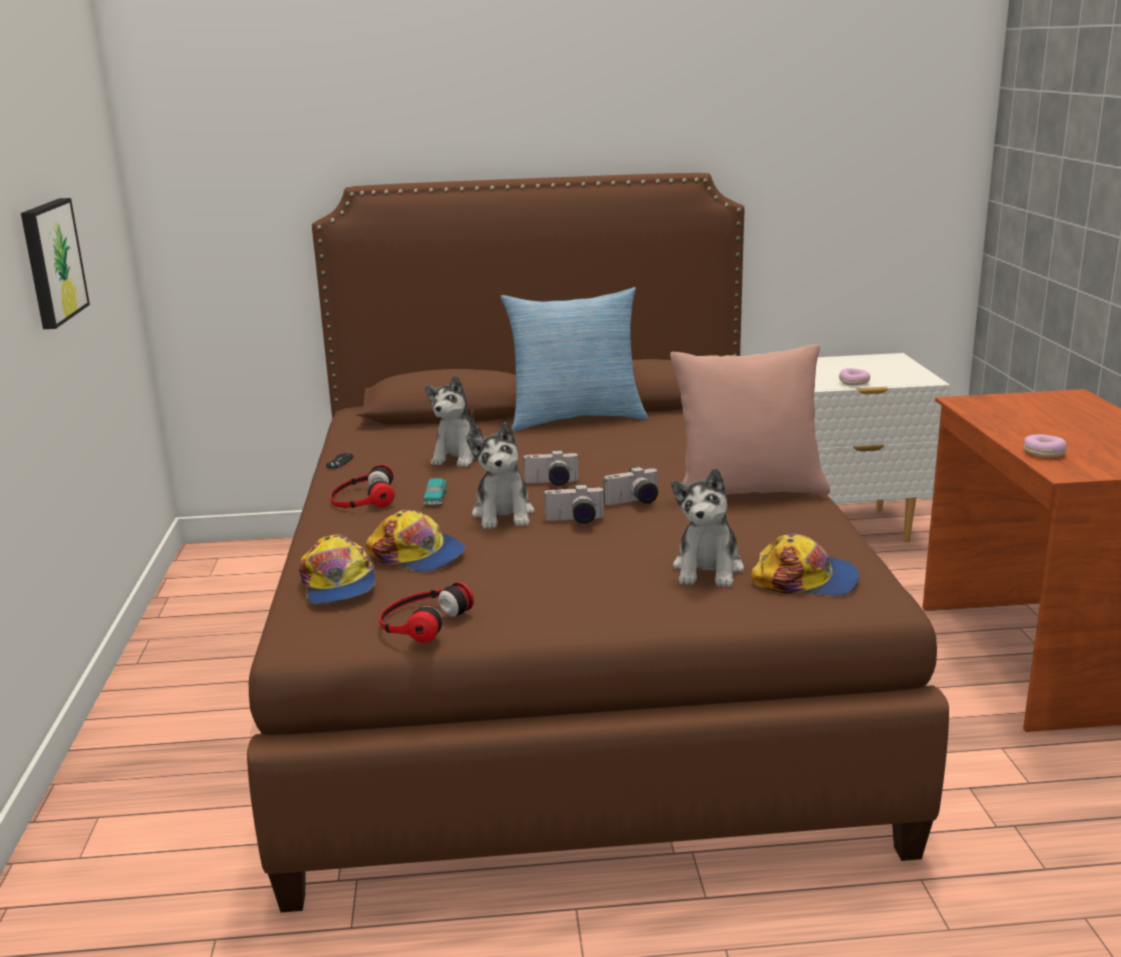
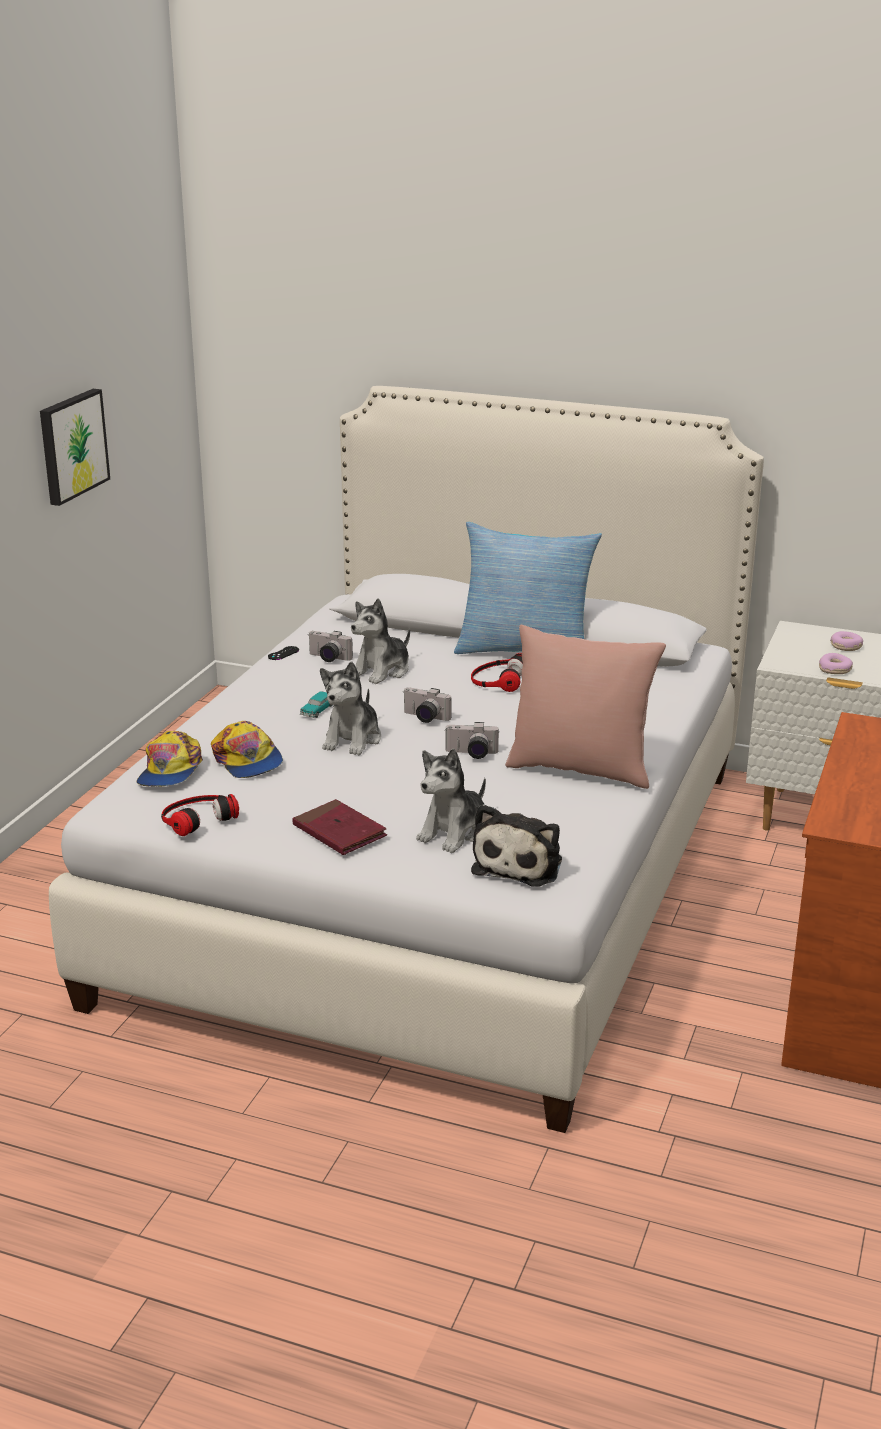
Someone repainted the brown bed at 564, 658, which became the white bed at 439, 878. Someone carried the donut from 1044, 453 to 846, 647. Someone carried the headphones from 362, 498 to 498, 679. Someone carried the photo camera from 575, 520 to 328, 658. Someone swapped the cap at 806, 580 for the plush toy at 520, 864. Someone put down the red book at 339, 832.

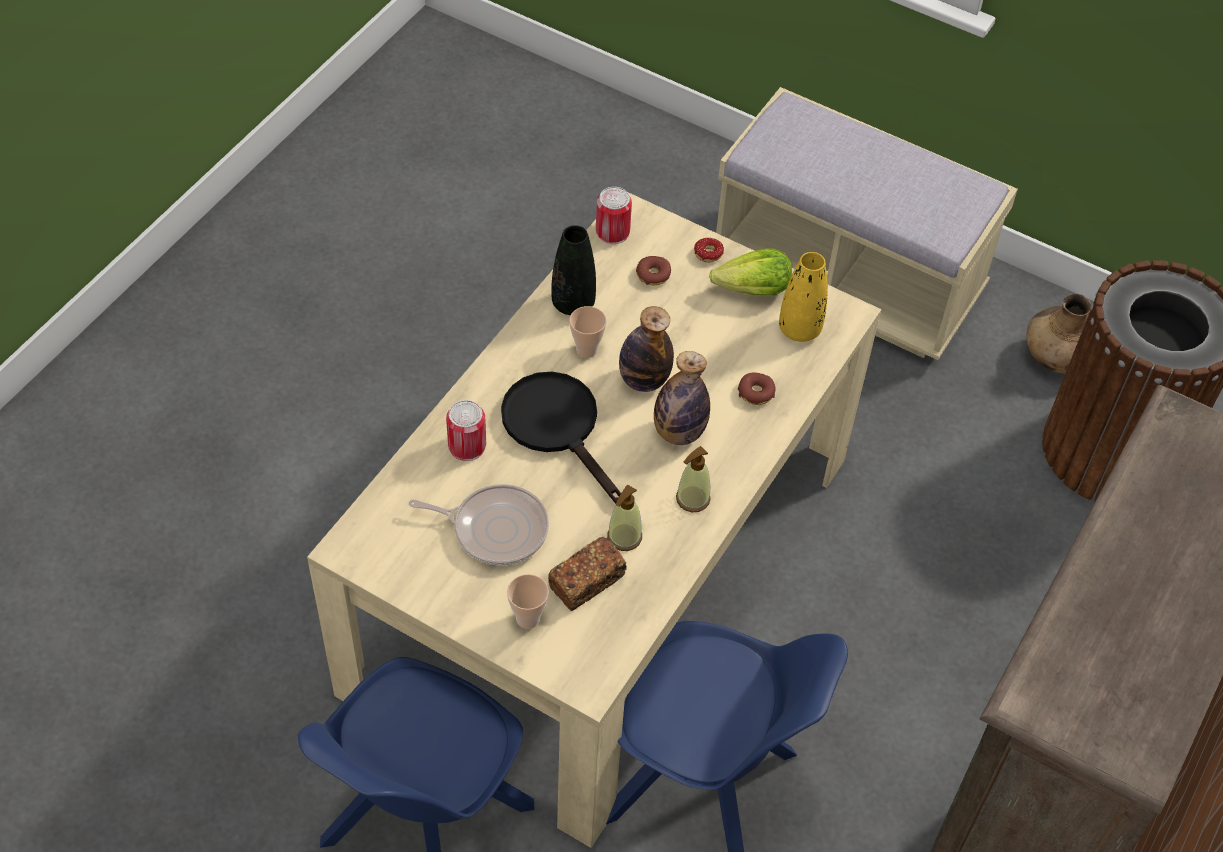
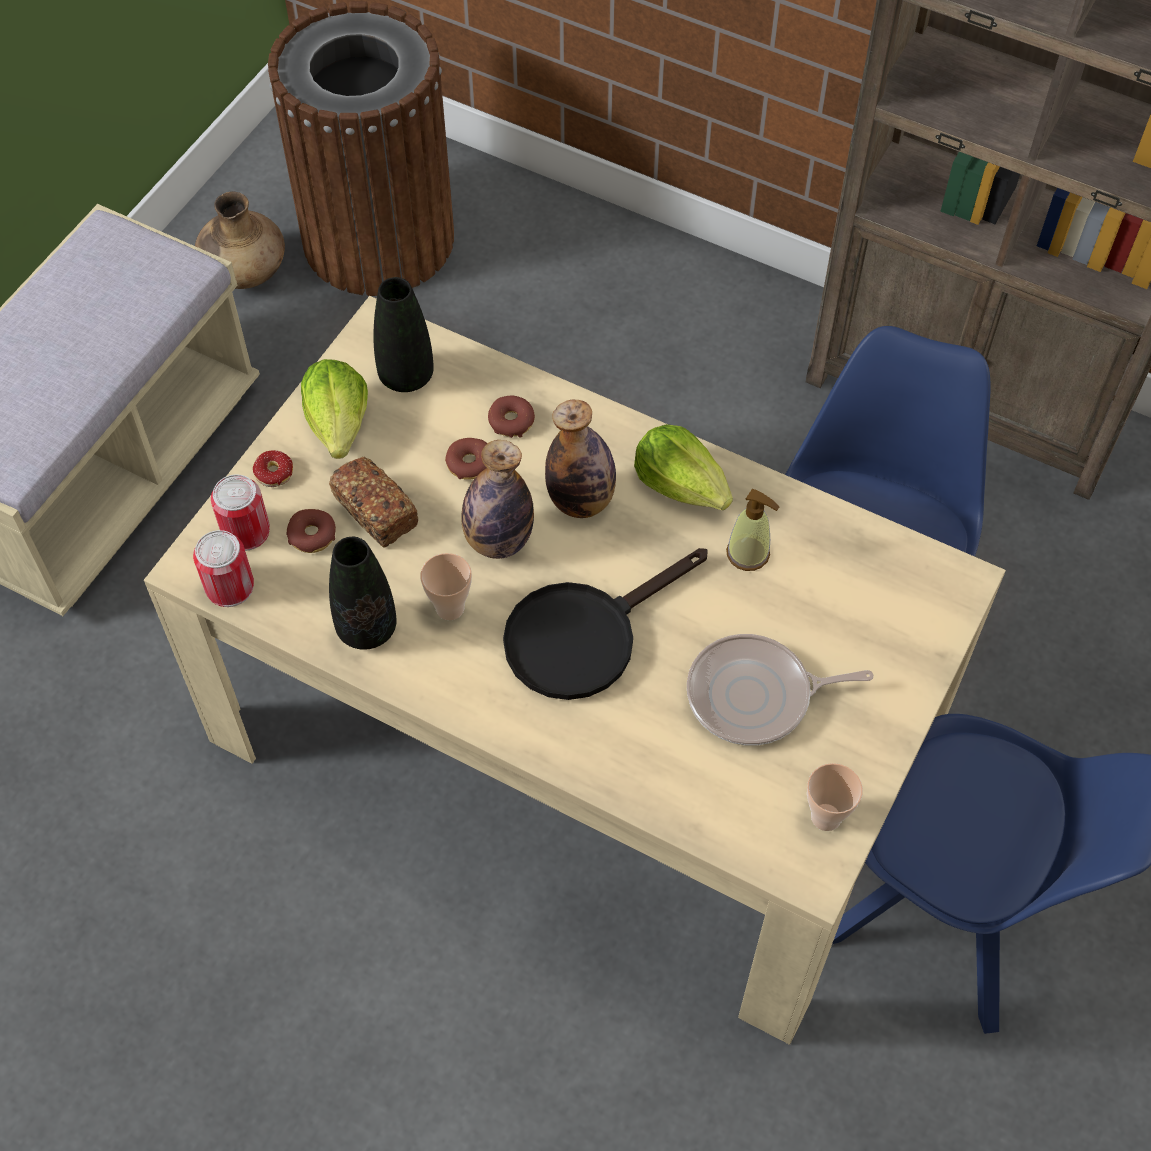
Someone repainted the yellow vase at 799, 329, which became the black vase at 406, 376. Someone carried the can from 467, 446 to 246, 531. Someone swapped the soap dispenser at 692, 499 for the lettuce at 681, 484. Someone rotated the frying pan at 495, 528 by 105 degrees counterclockwise. Someone carried the bread from 587, 582 to 376, 512. Someone carried the cup from 528, 619 to 826, 817. Someone put down the donut at 469, 463.

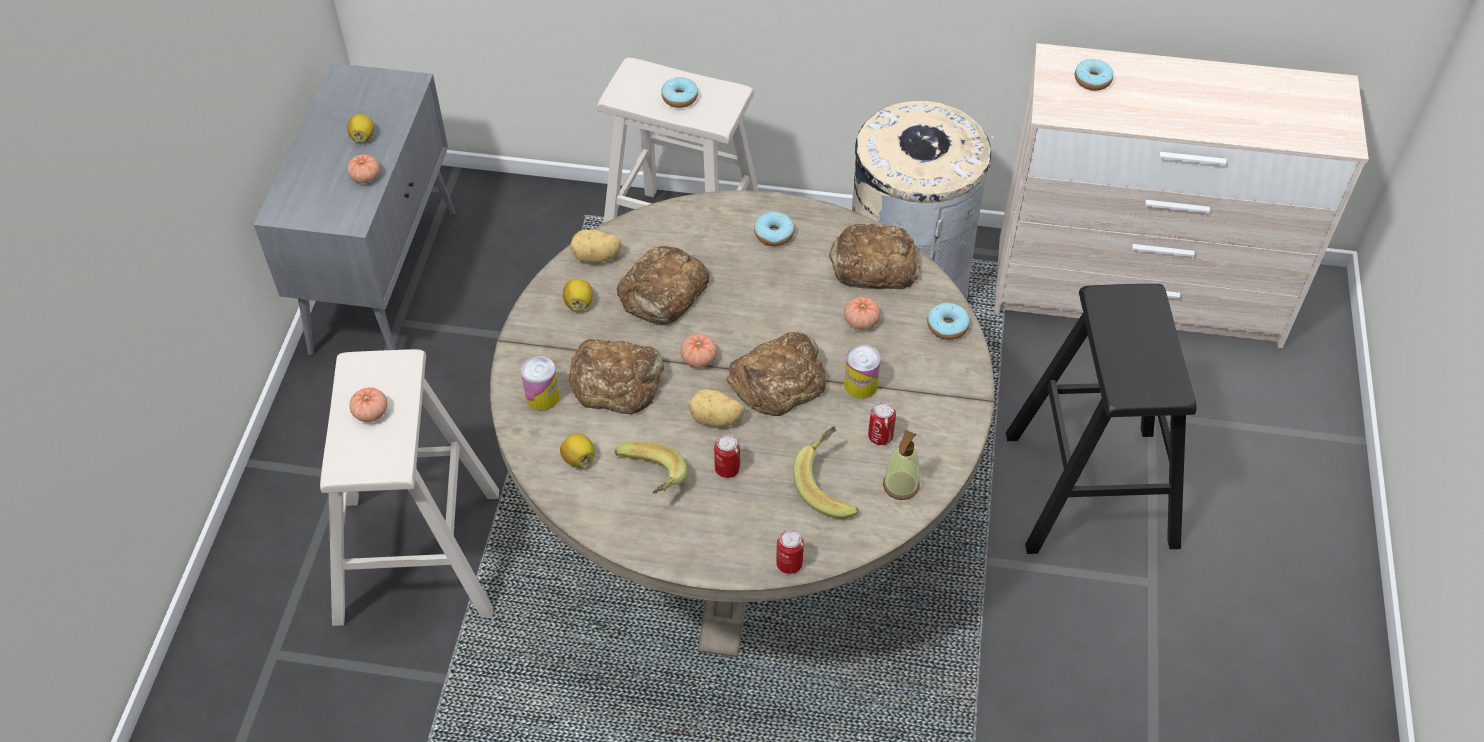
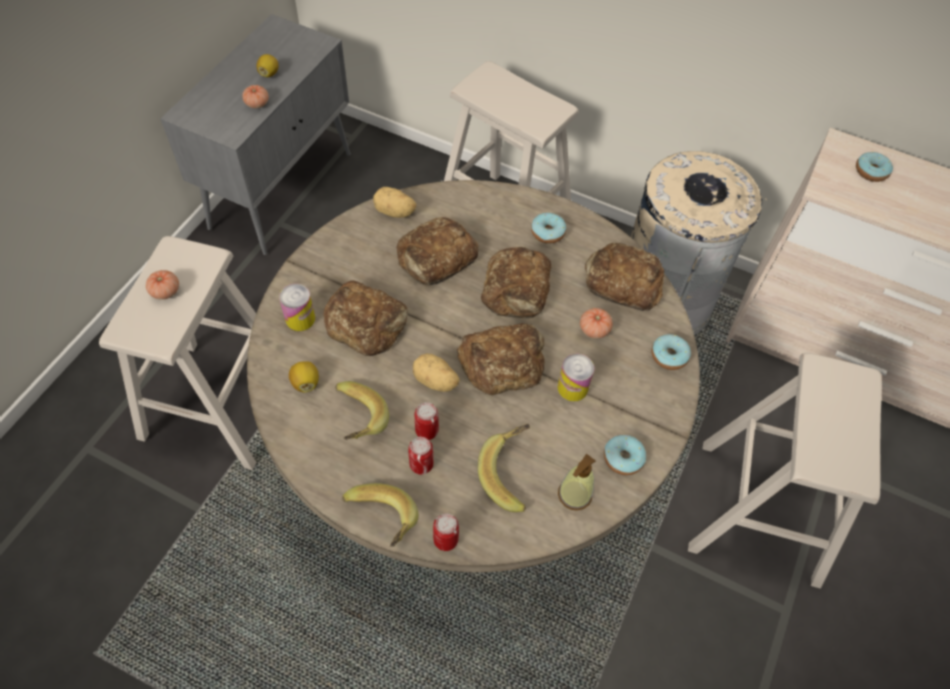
Someone carried the donut from 679, 98 to 623, 458. Someone took away the lemon at 579, 303. Someone repainted the black stool at 1090, 490, which became the beige stool at 759, 512. Someone took away the tomato at 699, 359. Someone carried the can from 880, 436 to 421, 464. Someone put down the bread at 517, 289. Someone put down the banana at 380, 523.

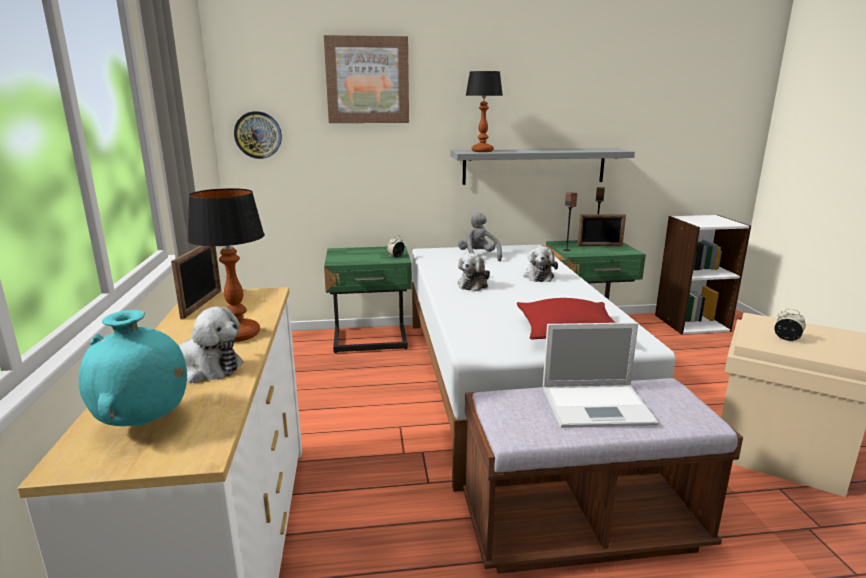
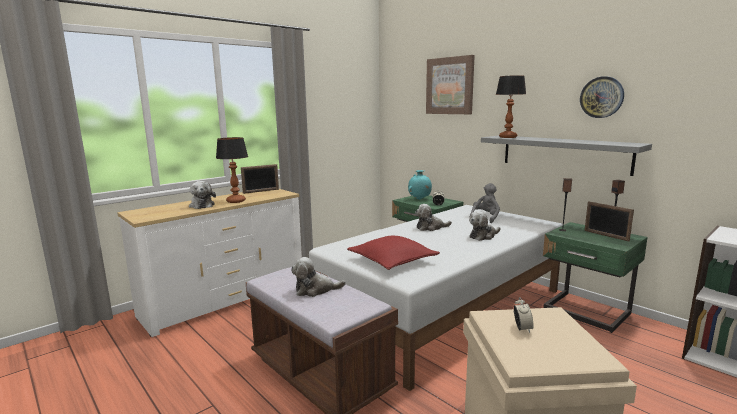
Someone carried the wall clock from 258, 135 to 601, 97. Someone carried the turquoise vase from 144, 424 to 419, 199. Someone swapped the laptop at 598, 406 for the plush toy at 315, 290.

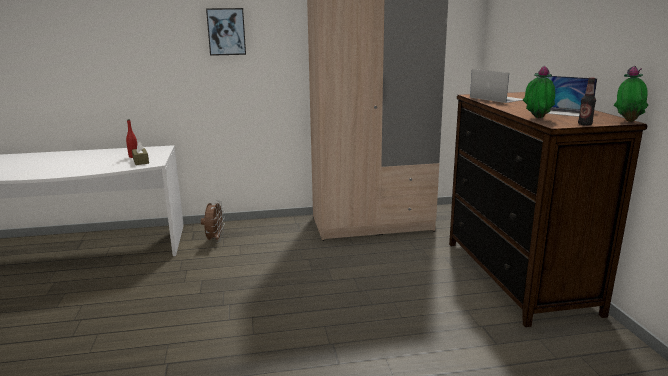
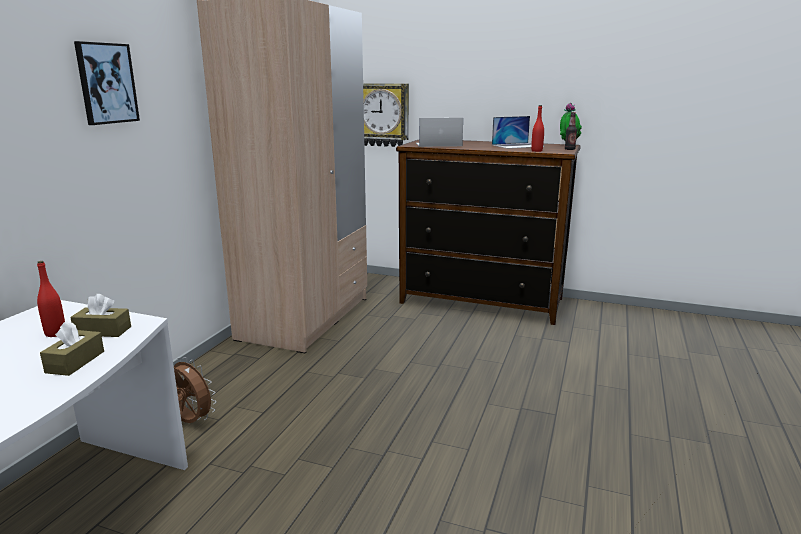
Someone swapped the potted plant at 536, 118 for the red bottle at 536, 151. Someone put up the wall clock at 383, 115. Someone put down the brown tissue box at 75, 362.

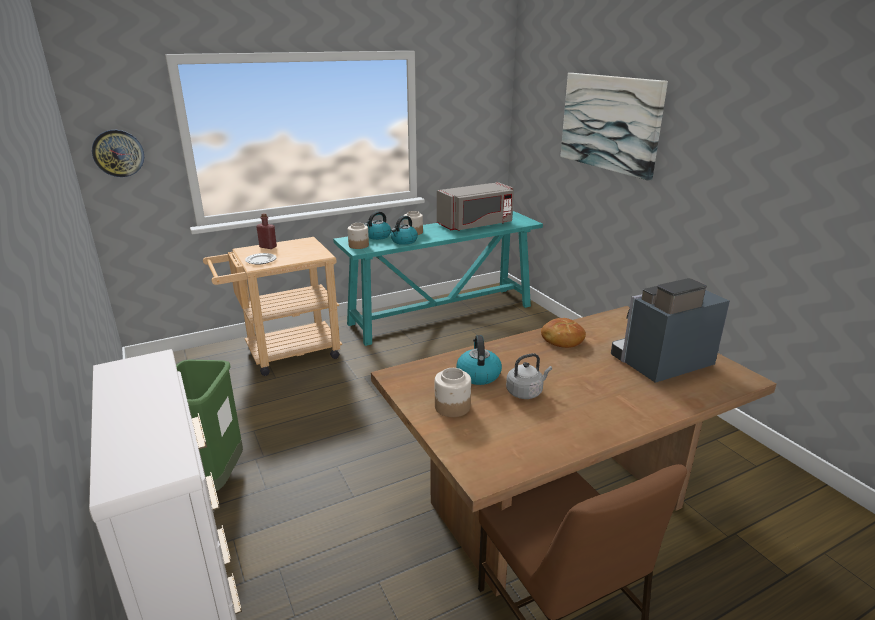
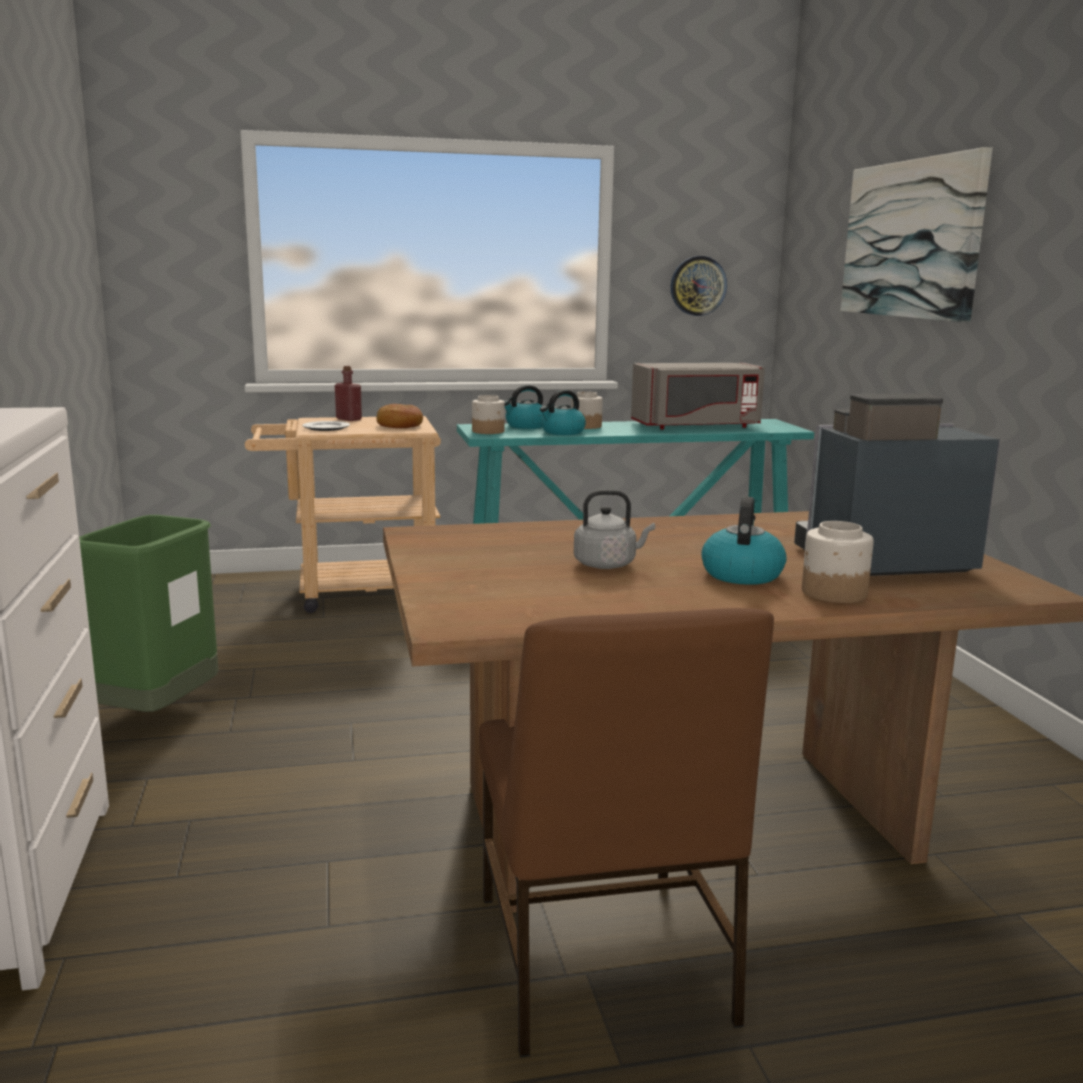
Someone carried the wall clock from 118, 153 to 698, 286. Someone carried the bread from 562, 339 to 399, 426. Someone carried the kettle from 478, 374 to 741, 574. Someone carried the jar from 452, 407 to 833, 593.

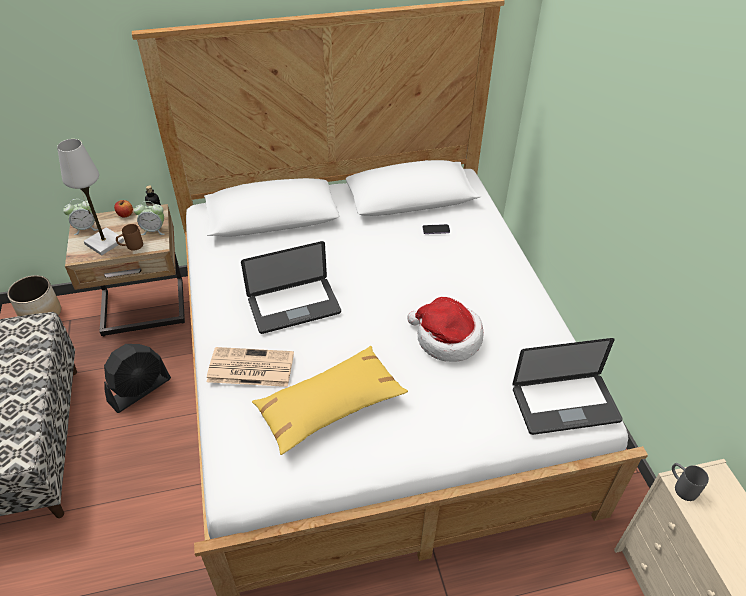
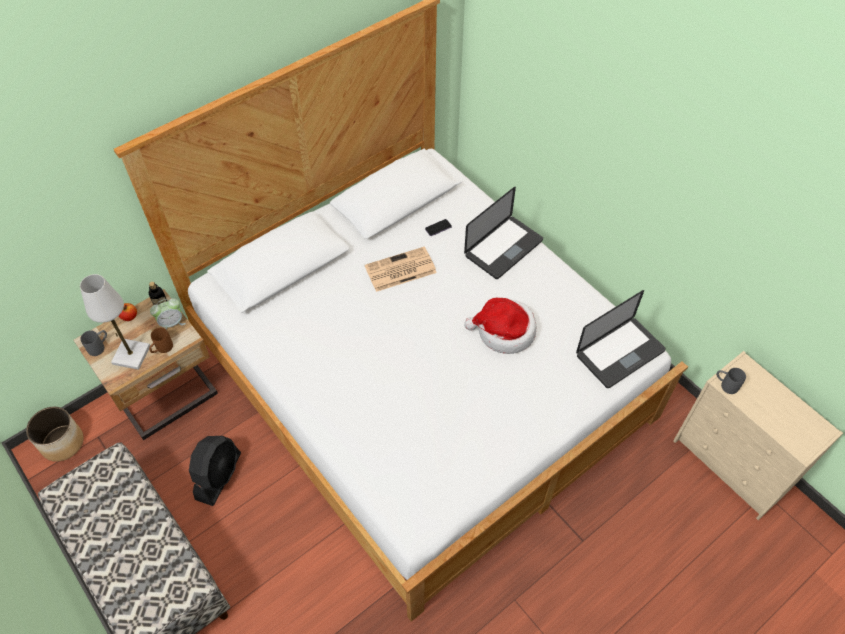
Someone swapped the alarm clock at 86, 228 for the grey mug at 99, 347. Someone carried the laptop from 294, 306 to 503, 248. Someone took away the yellow pillow at 330, 406. Someone carried the newspaper from 249, 368 to 399, 270.

